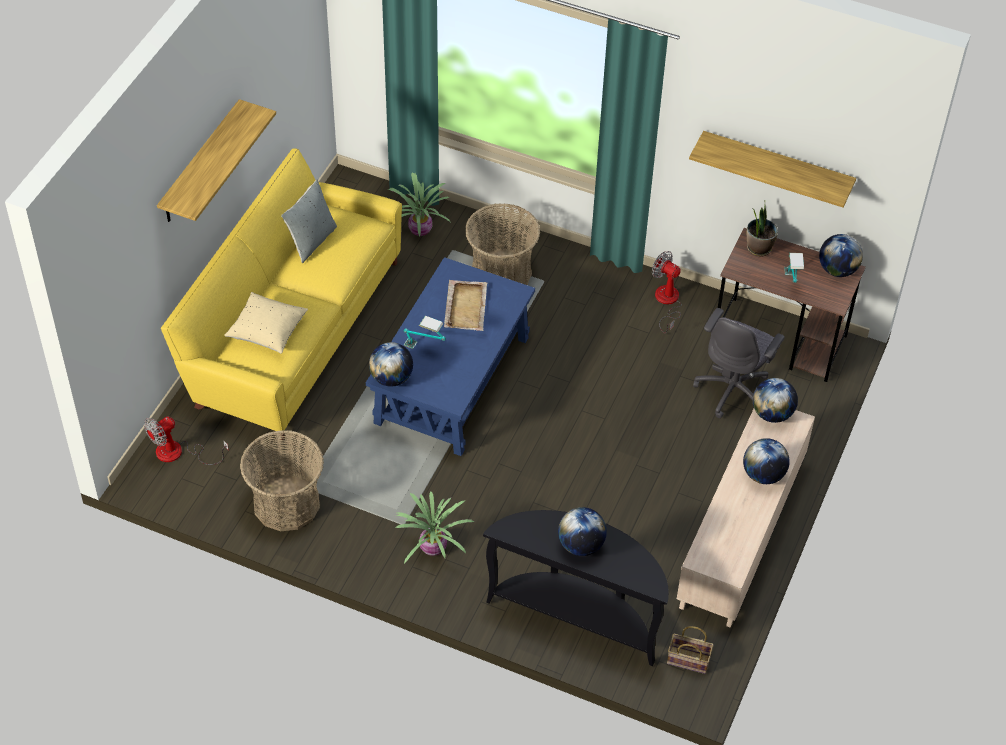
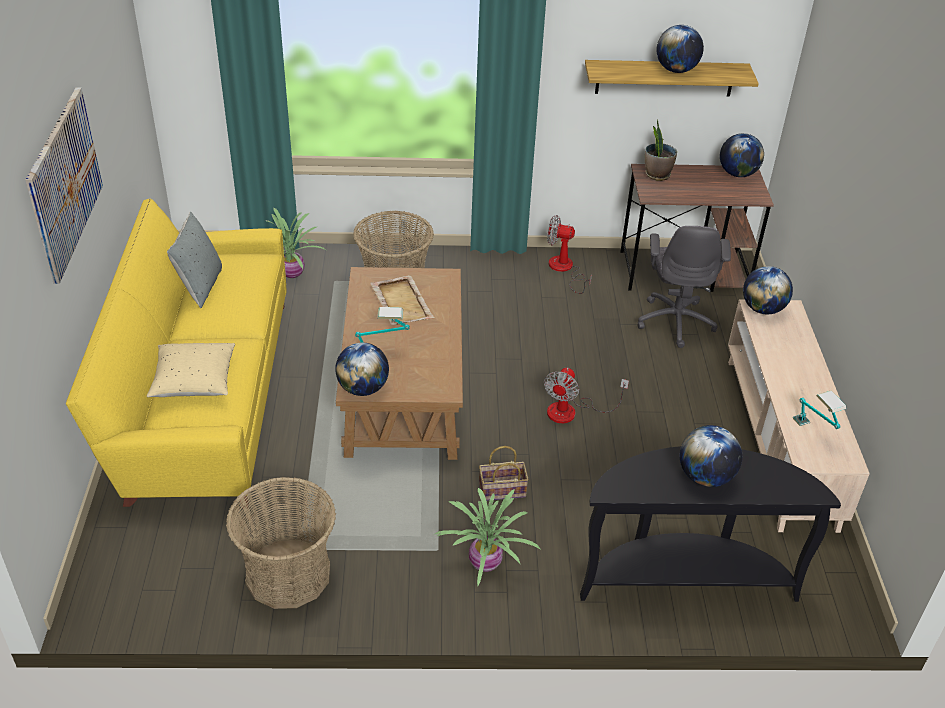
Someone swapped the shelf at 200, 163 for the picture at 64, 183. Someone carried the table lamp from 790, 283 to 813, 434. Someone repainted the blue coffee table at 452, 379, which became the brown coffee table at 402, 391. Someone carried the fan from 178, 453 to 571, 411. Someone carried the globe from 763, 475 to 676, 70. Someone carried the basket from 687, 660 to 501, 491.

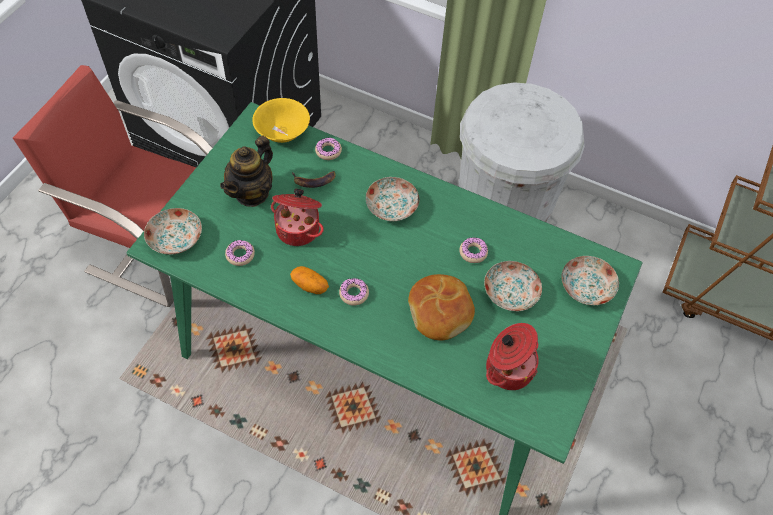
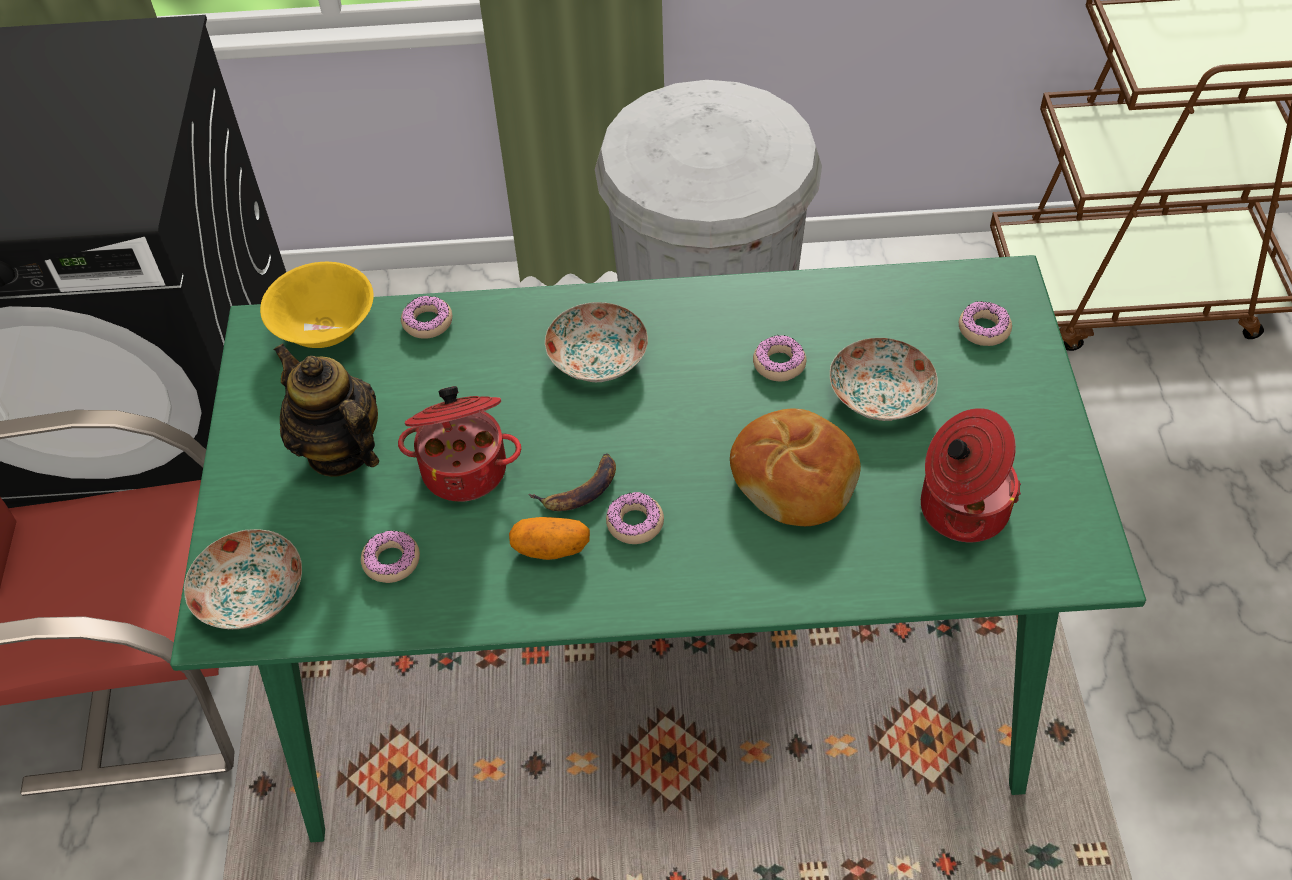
Someone rotated the teapot at 252, 193 by 135 degrees clockwise. Someone carried the banana from 314, 180 to 580, 489. Someone swapped the plate at 586, 286 for the donut at 984, 329.

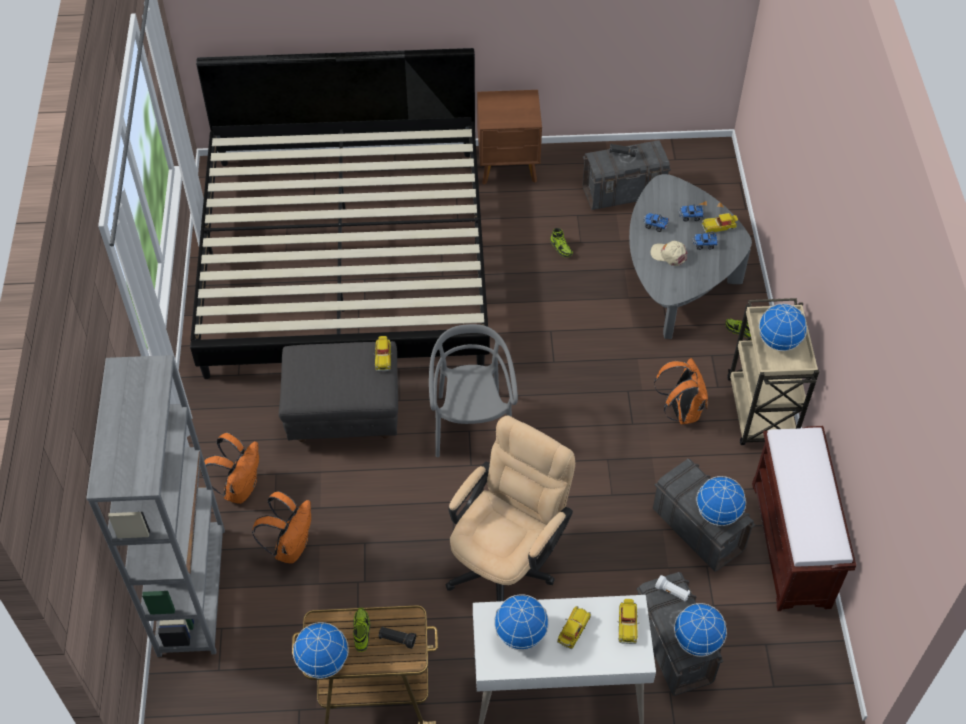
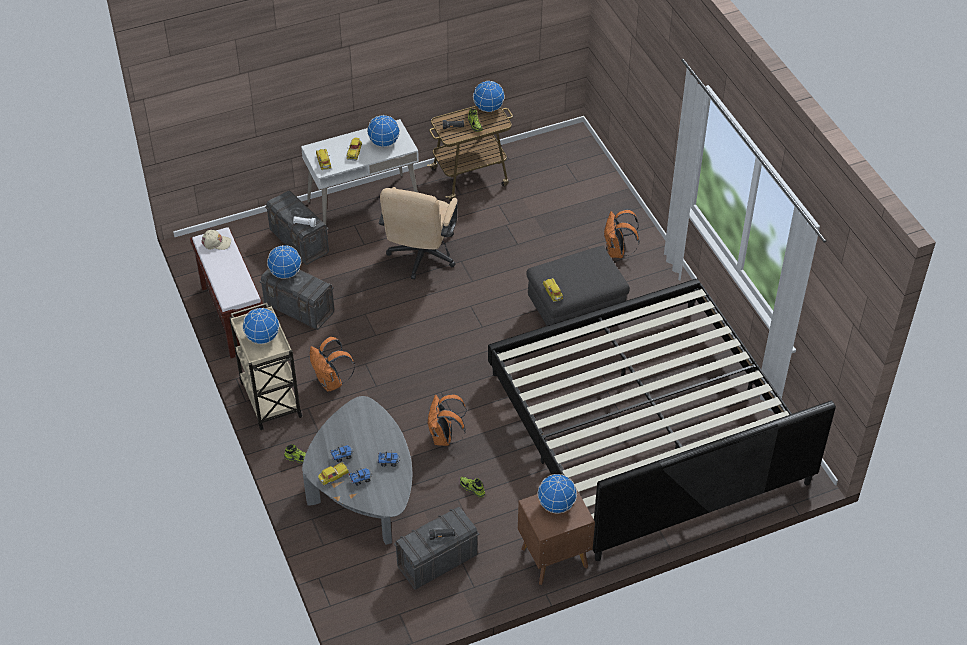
Someone carried the beige cap from 669, 255 to 216, 242. Someone took away the grey chair at 471, 425. Someone took away the grey bookcase at 192, 590. Someone carried the orange backpack from 291, 546 to 444, 437. Someone carried the globe from 697, 641 to 556, 504.

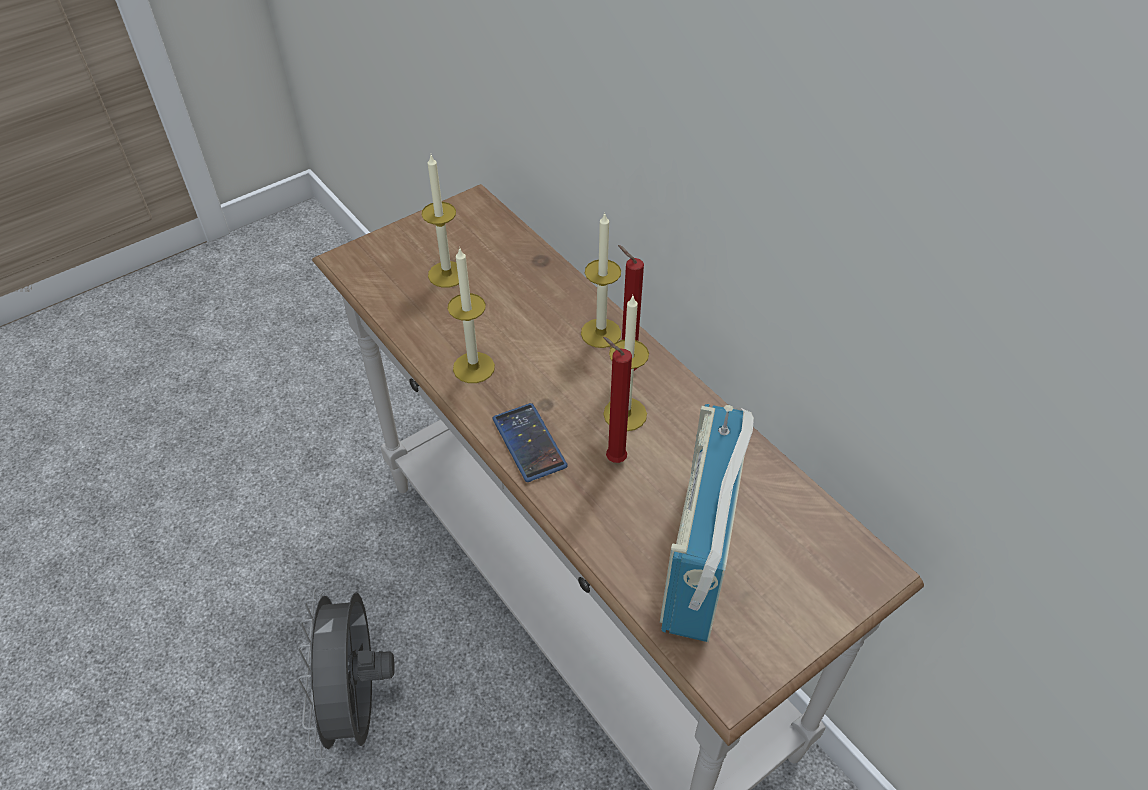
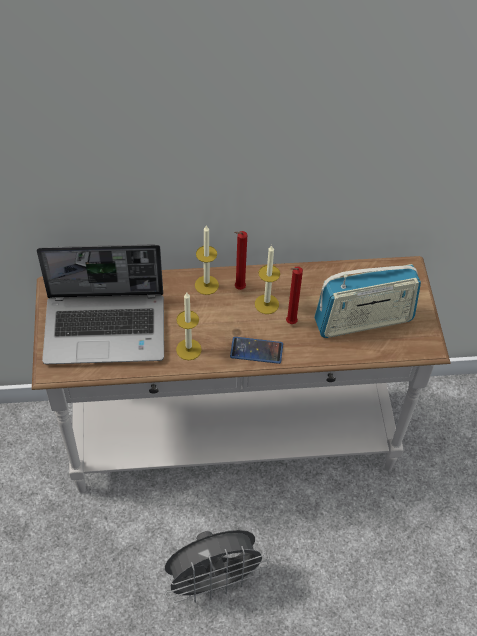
Someone swapped the candle at 447, 274 for the laptop at 107, 328. Someone rotated the radio at 700, 555 by 60 degrees counterclockwise. Someone rotated the grey fan at 358, 703 by 45 degrees counterclockwise.

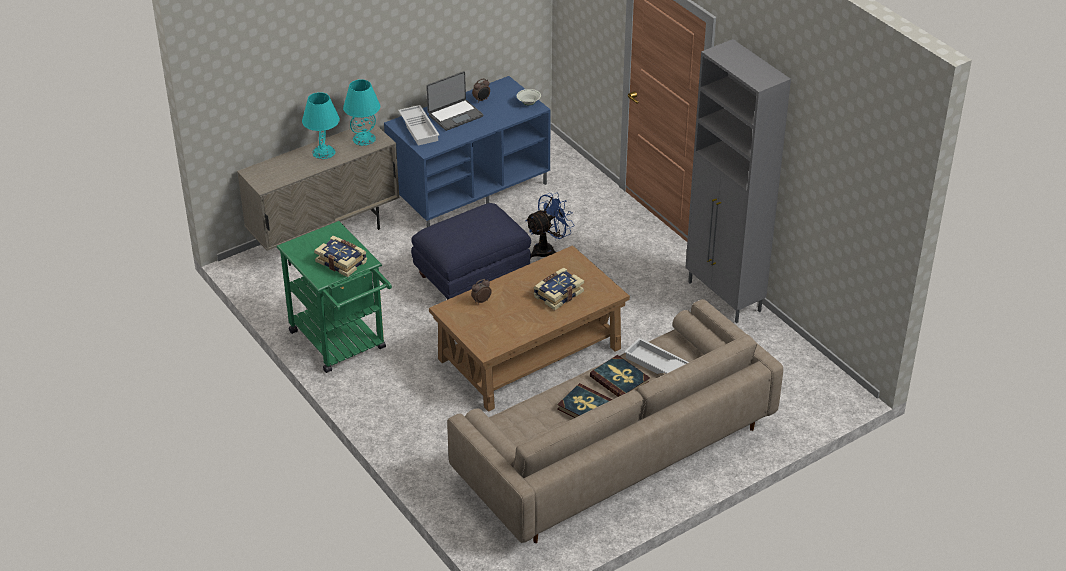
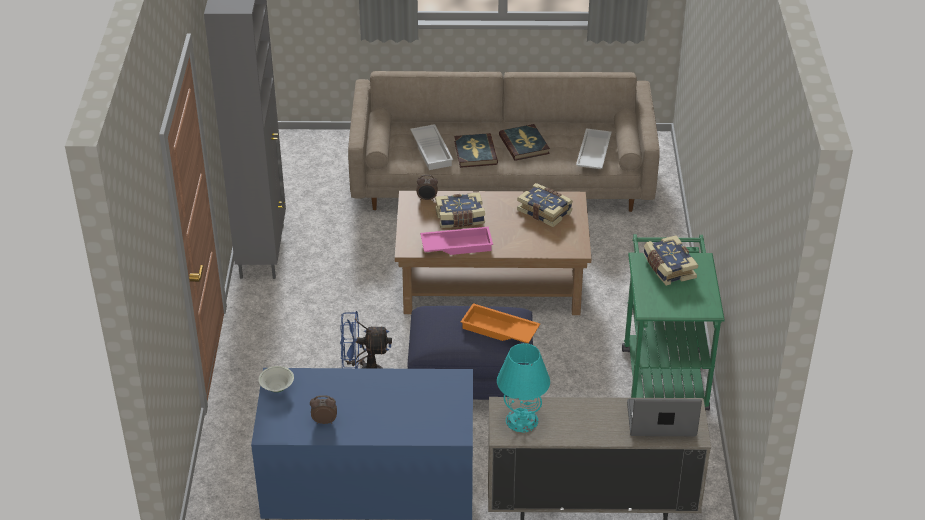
Someone carried the laptop from 455, 115 to 661, 421. Someone took away the turquoise table lamp at 323, 152. Someone carried the white tray from 420, 128 to 592, 154. Someone carried the alarm clock from 481, 301 to 427, 199. Someone put down the book at 545, 211. Someone put down the pink tray at 457, 245. Someone put down the orange tray at 499, 330.

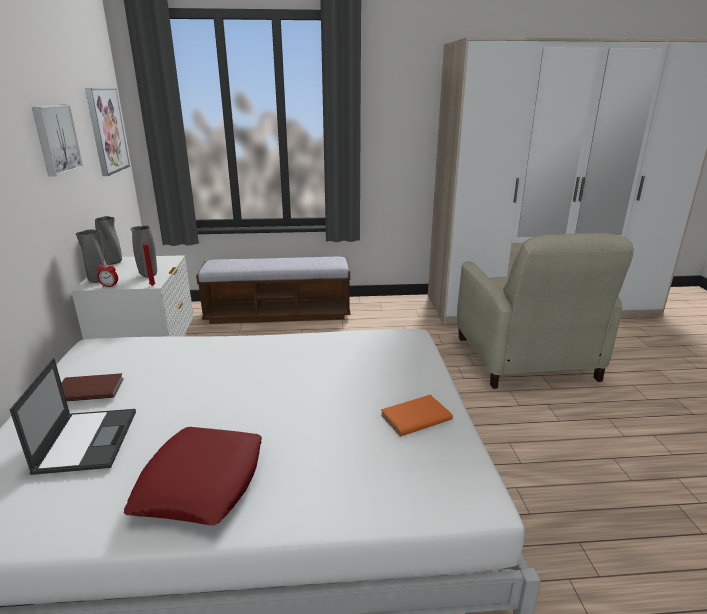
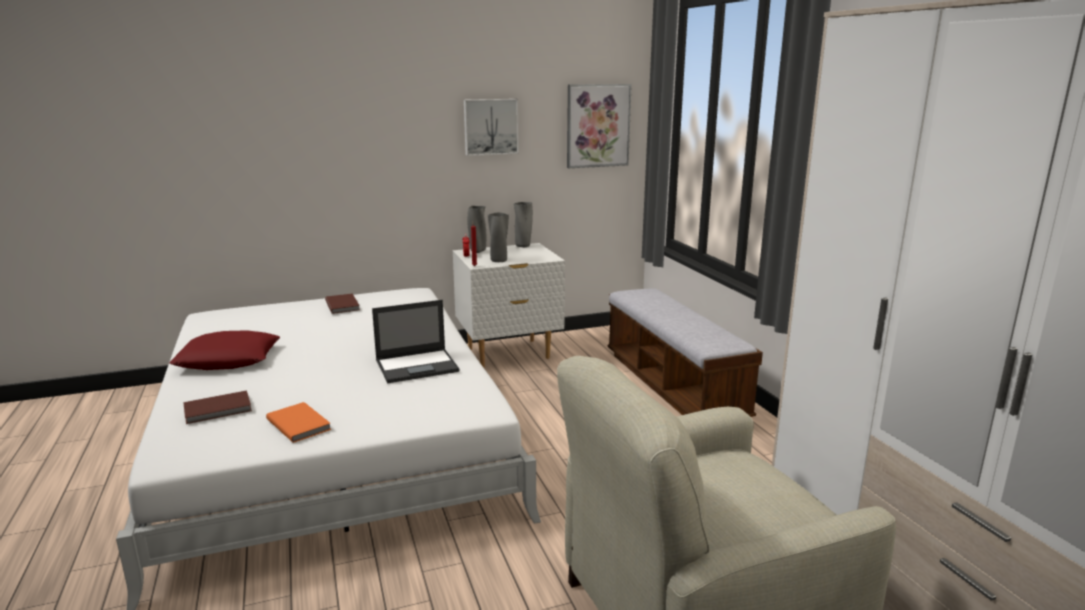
Someone carried the laptop from 87, 440 to 418, 366. Someone put down the brown book at 219, 410.

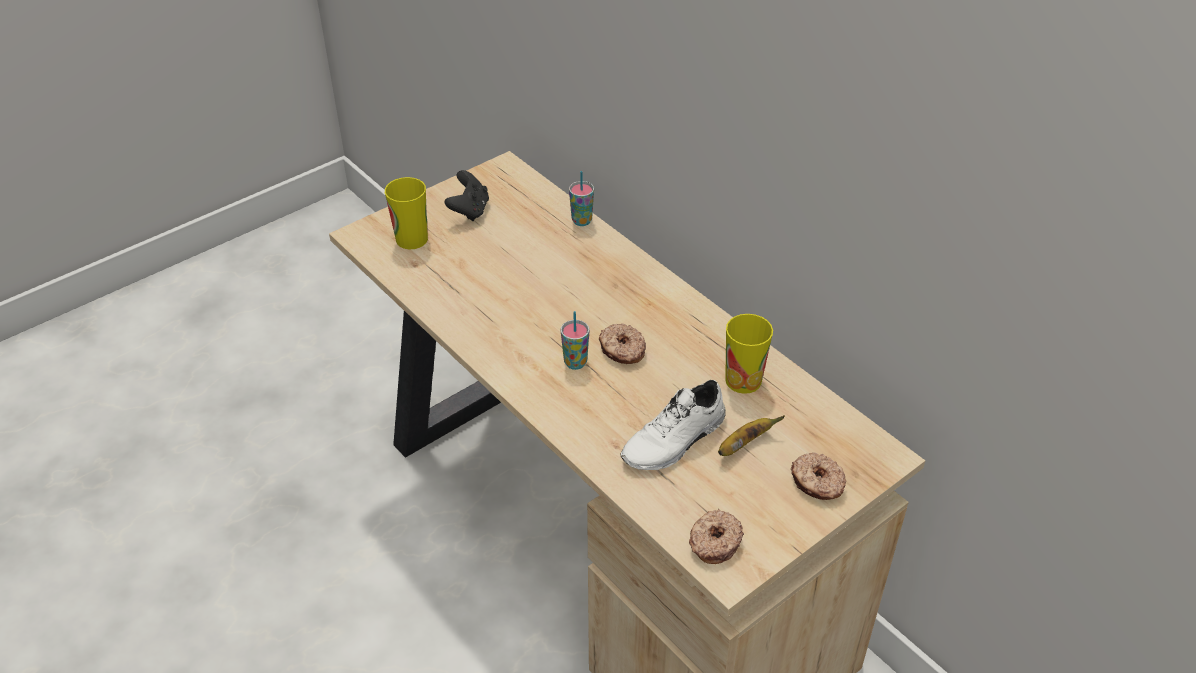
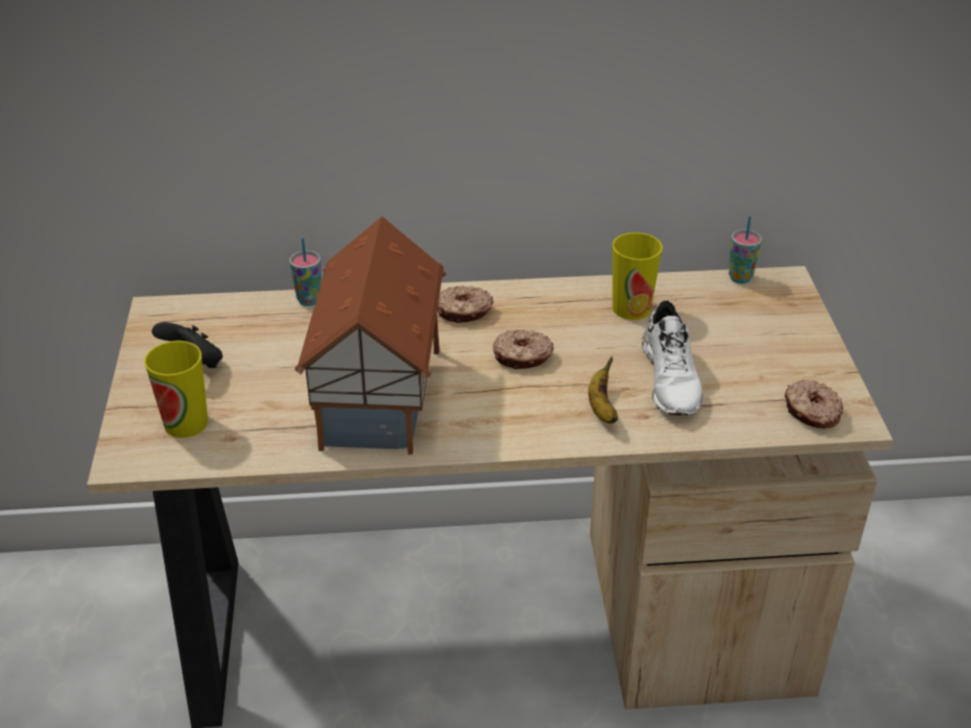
Someone carried the cup from 575, 363 to 740, 278. Someone carried the banana from 744, 444 to 601, 407. Someone carried the donut from 817, 483 to 464, 312. Someone put down the toy house at 383, 398.

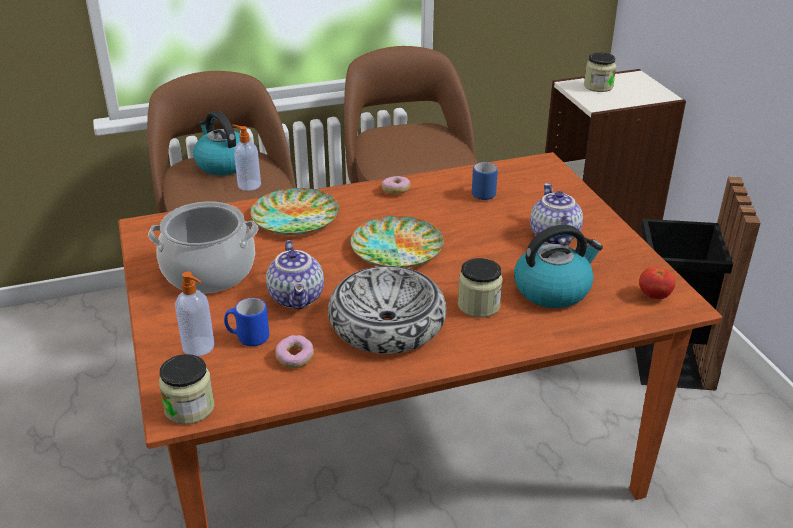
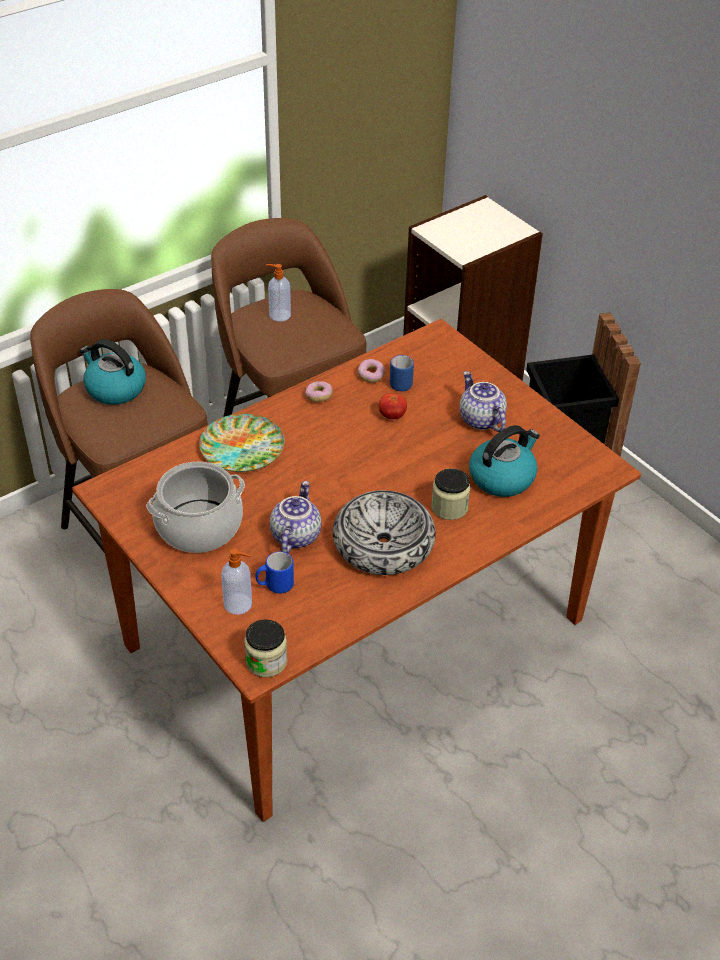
Someone took away the jar at 598, 86. Someone carried the soap dispenser from 248, 185 to 279, 315. Someone took away the plate at 396, 249. Someone rotated the teapot at 298, 298 by 135 degrees counterclockwise. Someone carried the tomato from 654, 296 to 392, 416. Someone carried the donut from 295, 358 to 371, 376.

